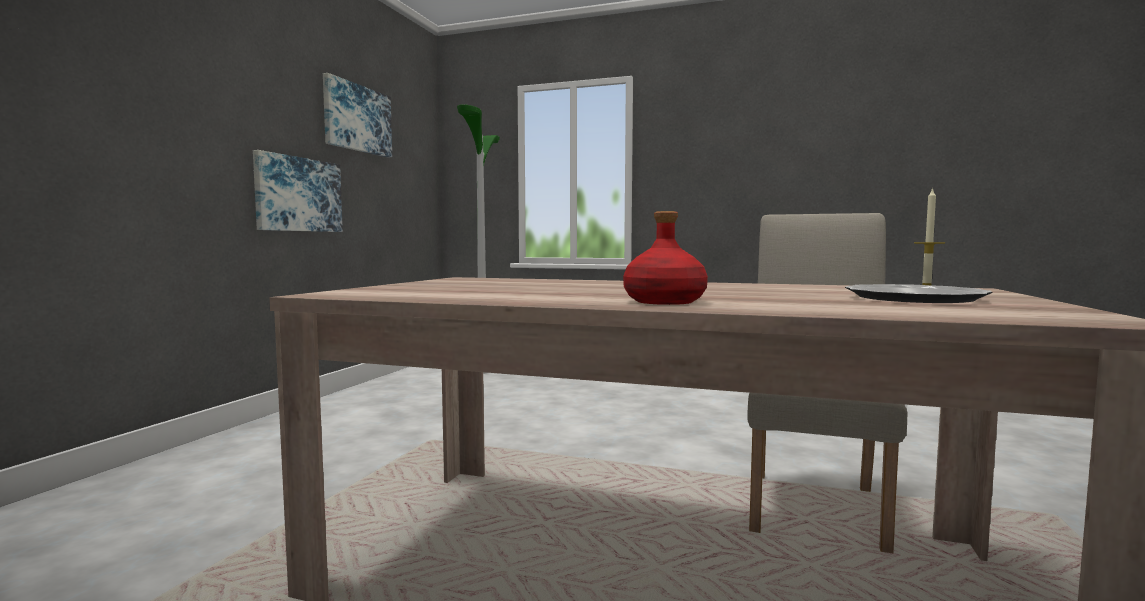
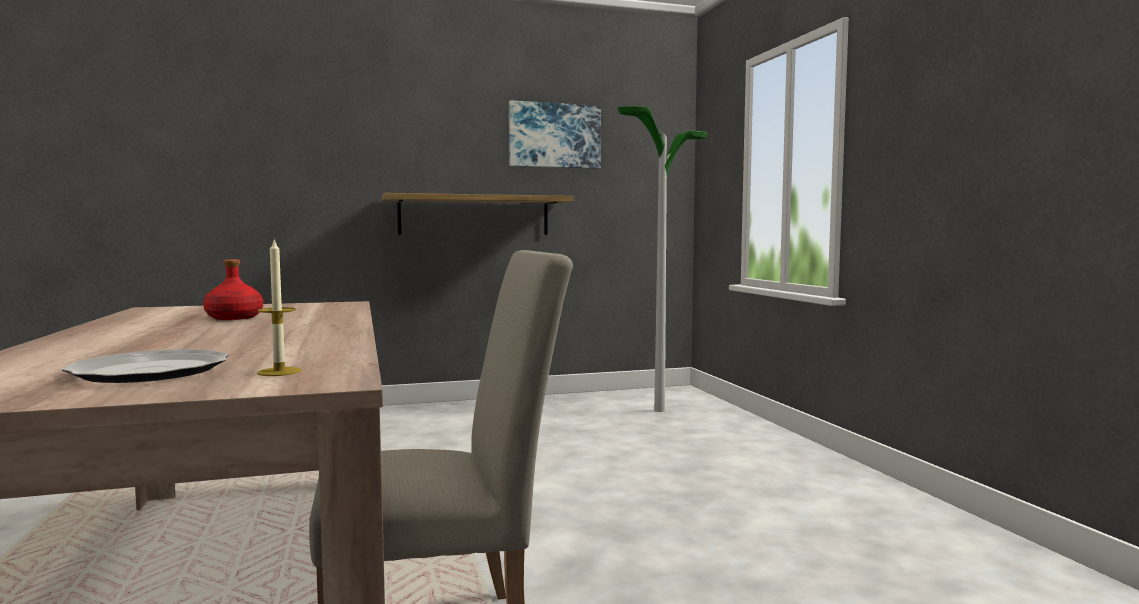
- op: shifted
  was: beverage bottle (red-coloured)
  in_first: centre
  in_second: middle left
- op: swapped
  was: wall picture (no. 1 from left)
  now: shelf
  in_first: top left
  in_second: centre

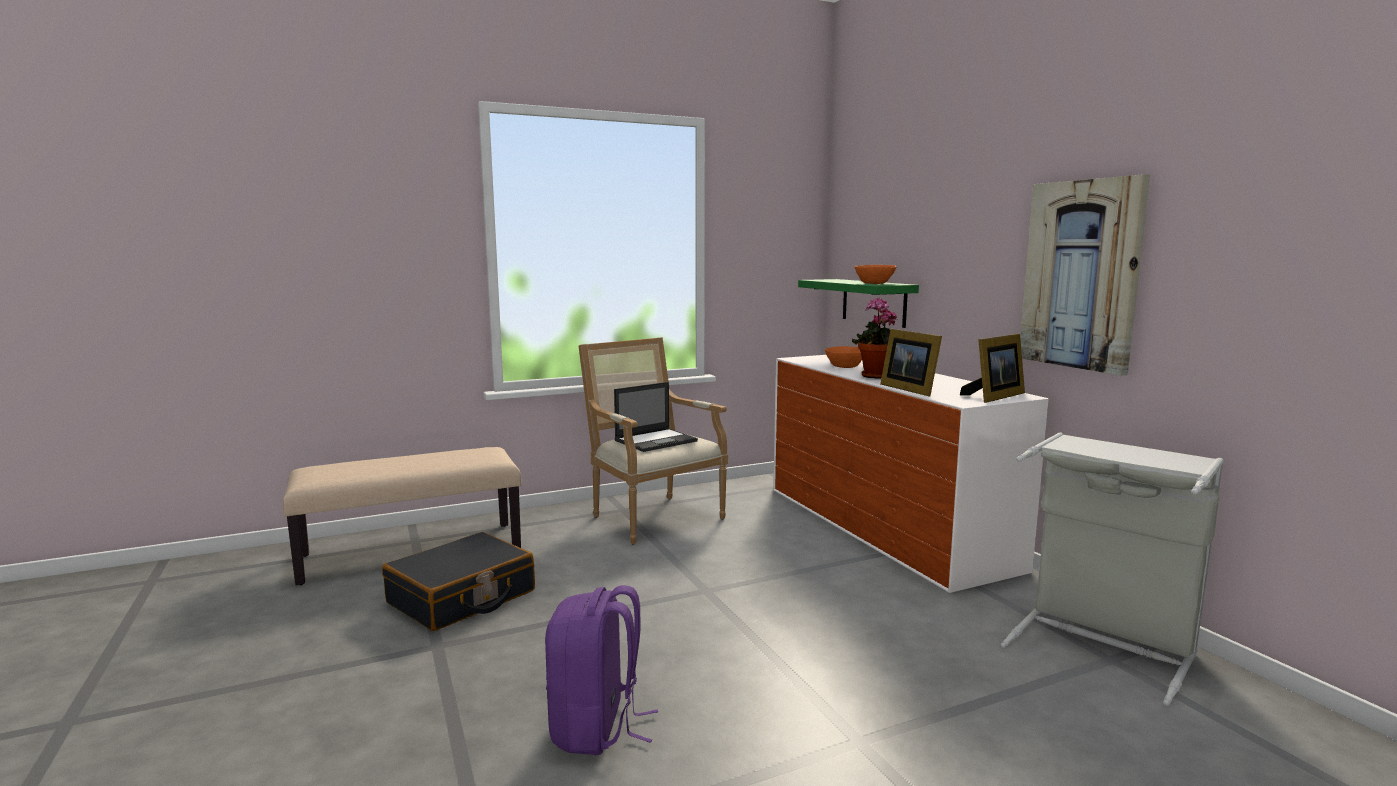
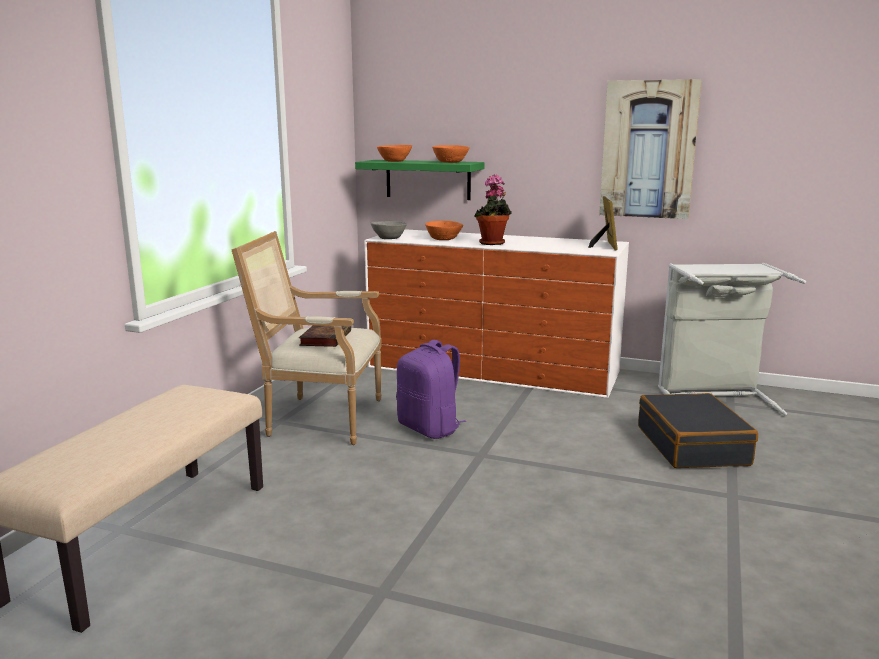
- op: swapped
  was: notebook computer
  now: book
  in_first: centre
  in_second: centre
- op: new
  now: bowl (greyish)
  in_second: centre
- op: new
  now: bowl (orangey) (no. 1 from left)
  in_second: top centre
- op: shifted
  was: knapsack (purplish)
  in_first: bottom centre
  in_second: centre
- op: shifted
  was: travel case (black)
  in_first: bottom left
  in_second: middle right
- op: gone
  was: picture frame (no. 1 from left)
  in_first: centre

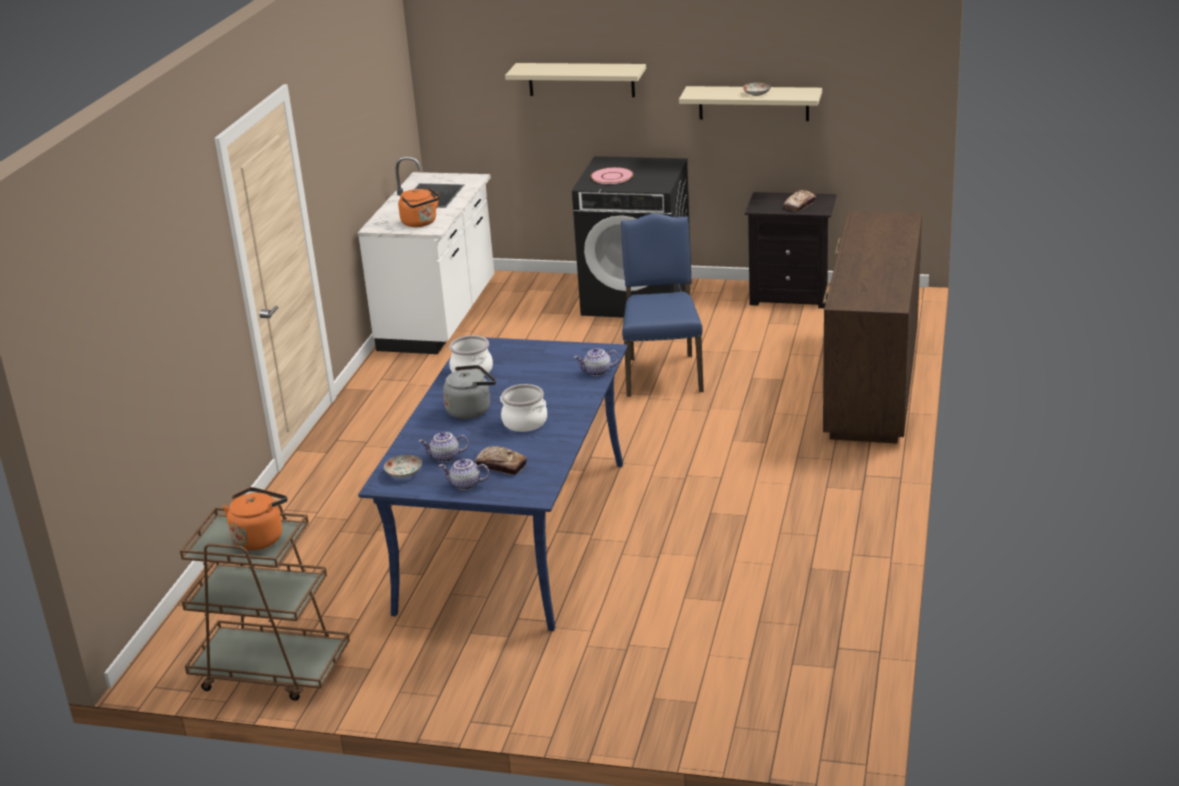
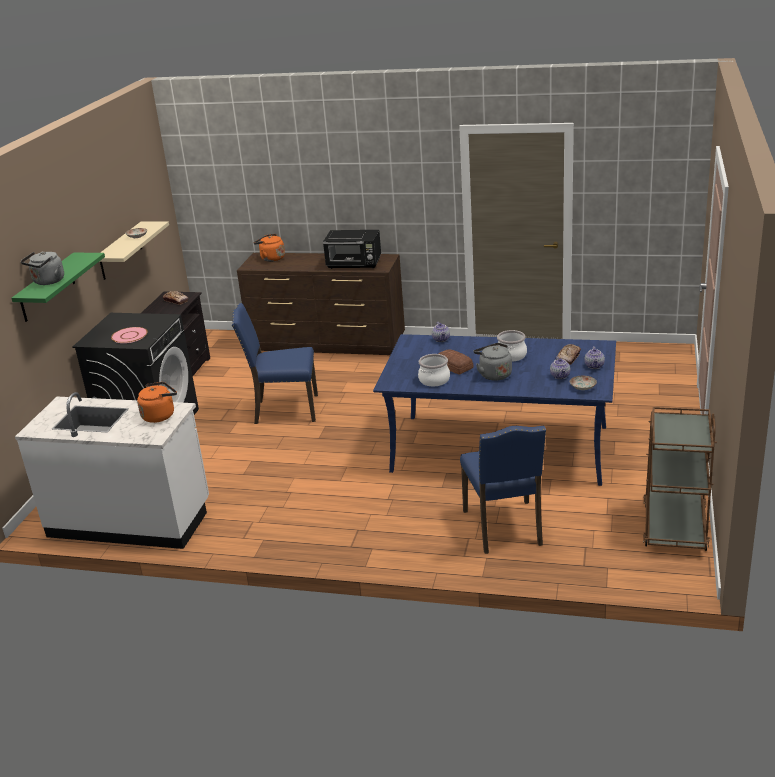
- op: repainted
  was: shelf (sand-coloured) (no. 1 from left)
  now: shelf (green-coloured)
  in_first: top centre
  in_second: middle left
- op: new
  now: tea kettle (greyish) (no. 1 from left)
  in_second: middle left
- op: shifted
  was: tea kettle (orangey) (no. 1 from left in the first image)
  now: tea kettle (orangey) (no. 2 from left)
  in_first: middle left
  in_second: top centre
- op: new
  now: microwave (black)
  in_second: top centre
- op: new
  now: baked bread (no. 2 from left)
  in_second: centre
- op: new
  now: plain chair (blue) (no. 2 from left)
  in_second: centre

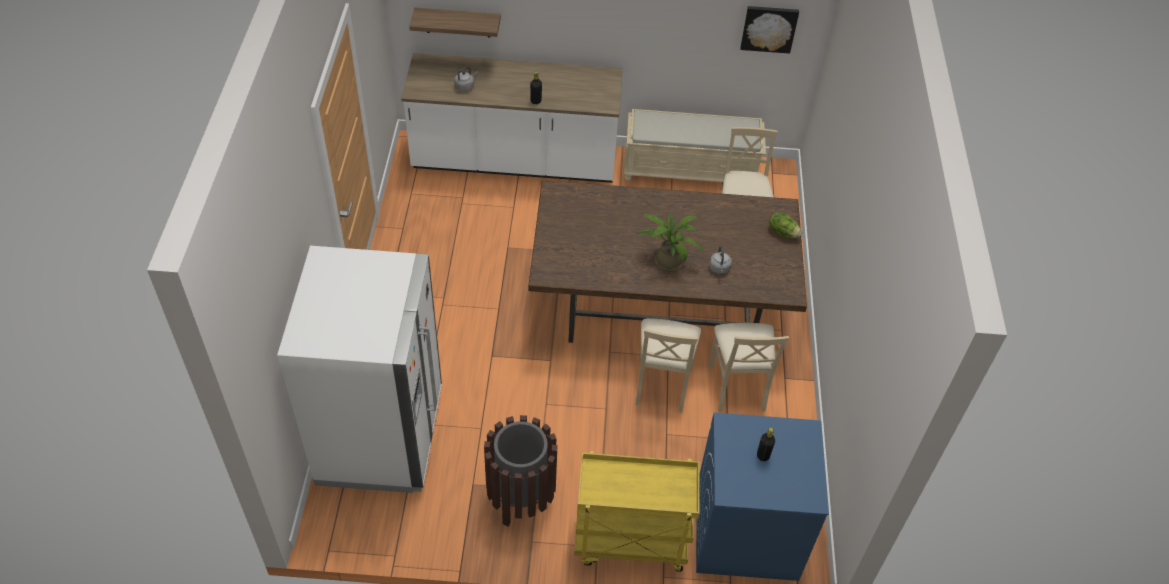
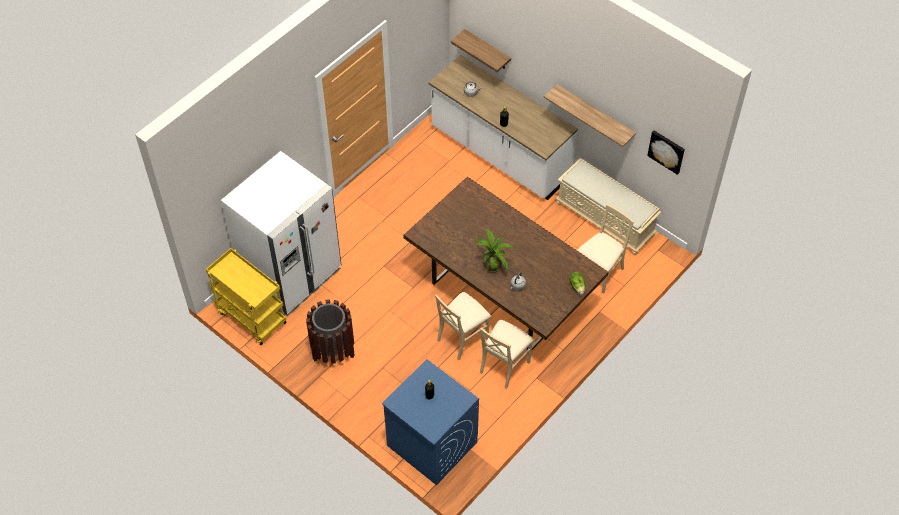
- op: shifted
  was: trolley (yellow)
  in_first: bottom centre
  in_second: middle left
- op: new
  now: shelf (no. 2 from left)
  in_second: top centre

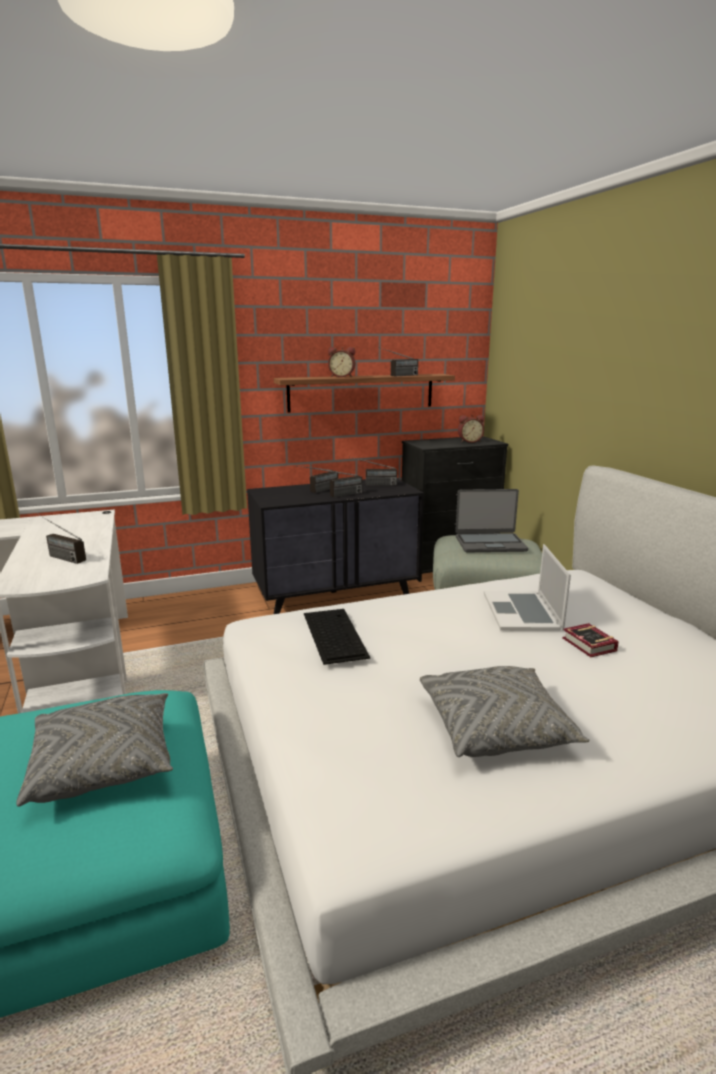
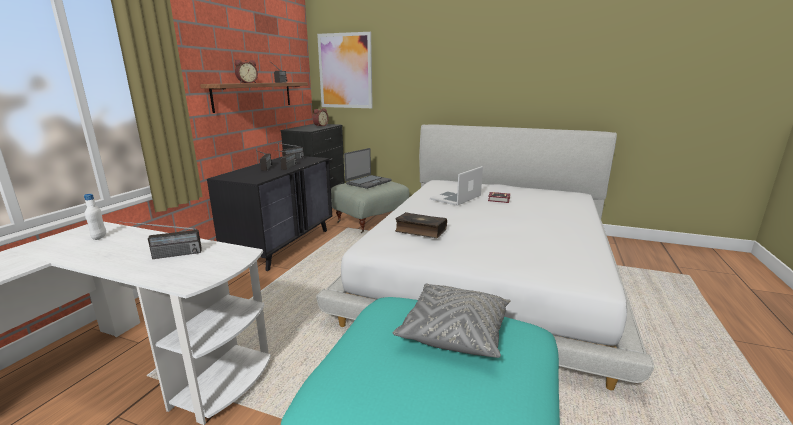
- op: new
  now: beverage bottle (white)
  in_second: middle left
- op: new
  now: wall picture
  in_second: top centre
- op: swapped
  was: PC keyboard
  now: book (no. 1 from left)
  in_first: centre
  in_second: centre
- op: rotated
  was: notebook computer (no. 2 from left)
  in_first: middle right
  in_second: centre
  clockwise: 90
- op: gone
  was: throw pillow (greyish) (no. 2 from left)
  in_first: middle right

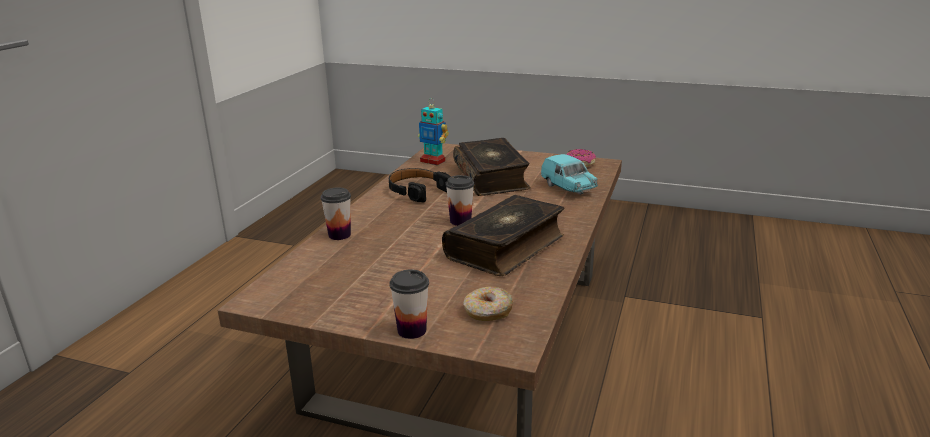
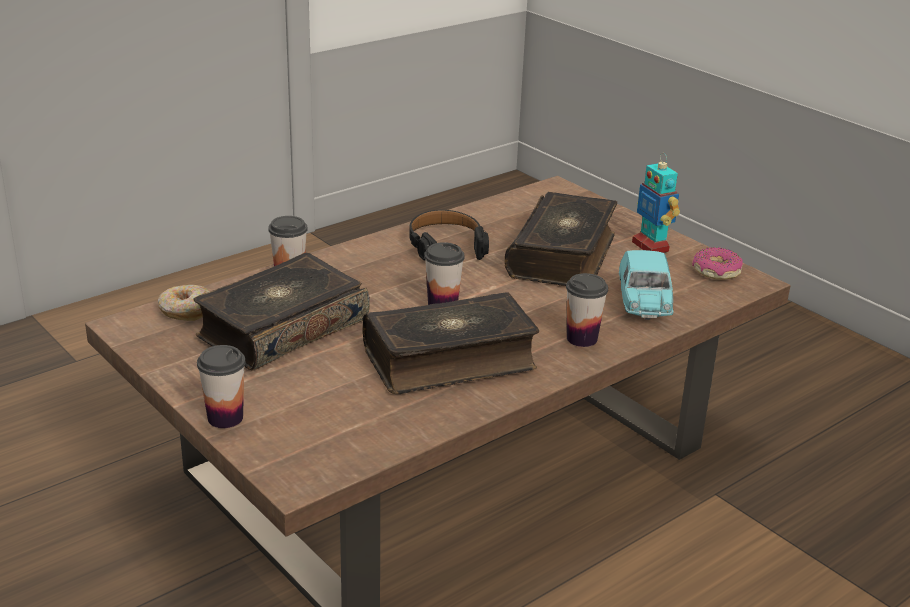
- op: shifted
  was: doughnut (no. 1 from left)
  in_first: bottom centre
  in_second: middle left
- op: new
  now: book (no. 1 from left)
  in_second: middle left
- op: new
  now: cup (no. 4 from left)
  in_second: centre
- op: shifted
  was: robot figure
  in_first: top centre
  in_second: middle right

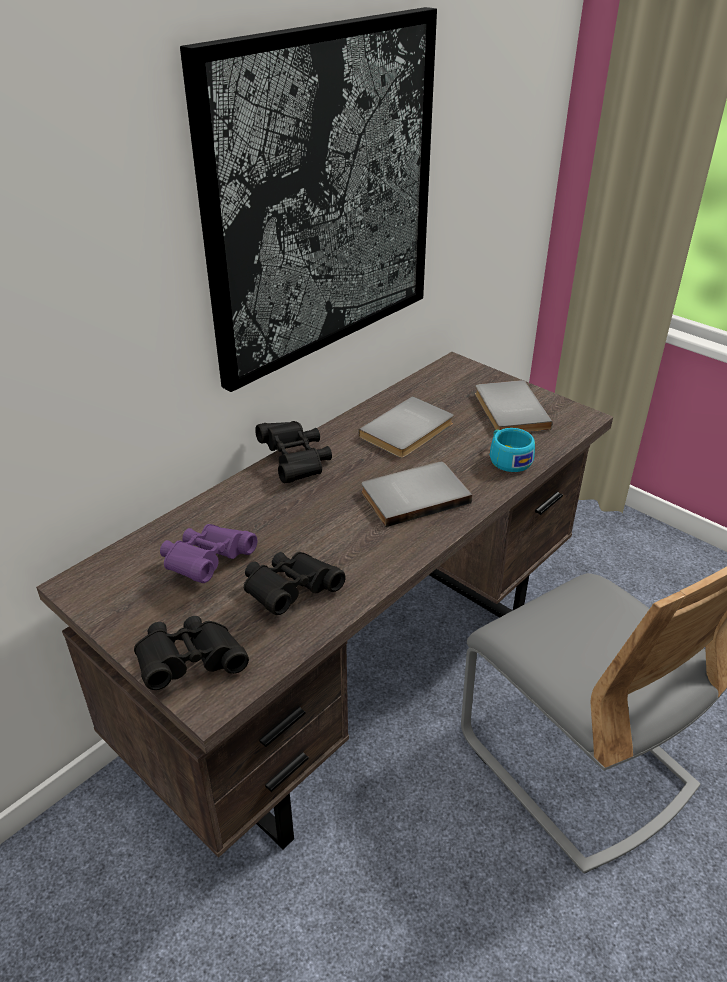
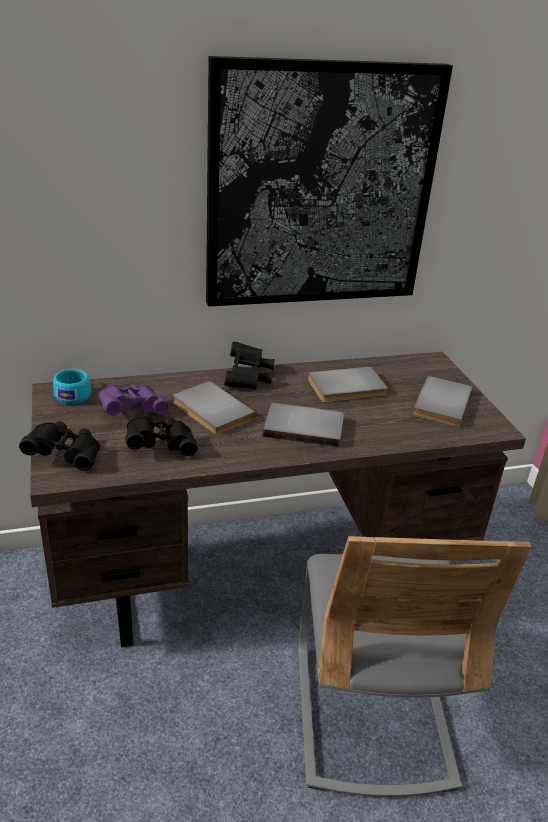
- op: shifted
  was: cup (turquoise-coloured)
  in_first: middle right
  in_second: middle left
- op: new
  now: book (greyish) (no. 1 from left)
  in_second: centre

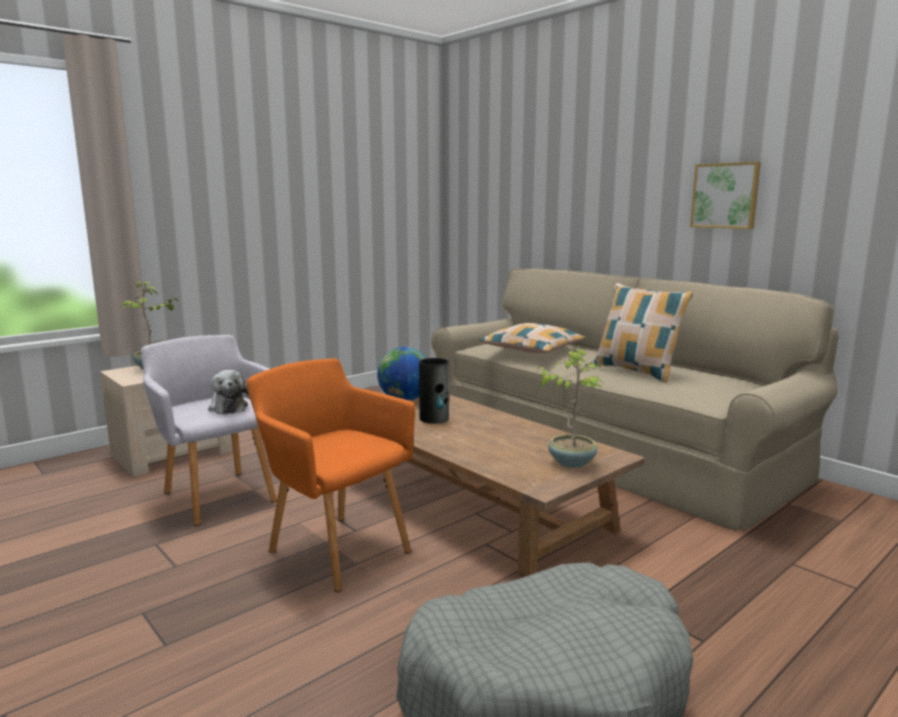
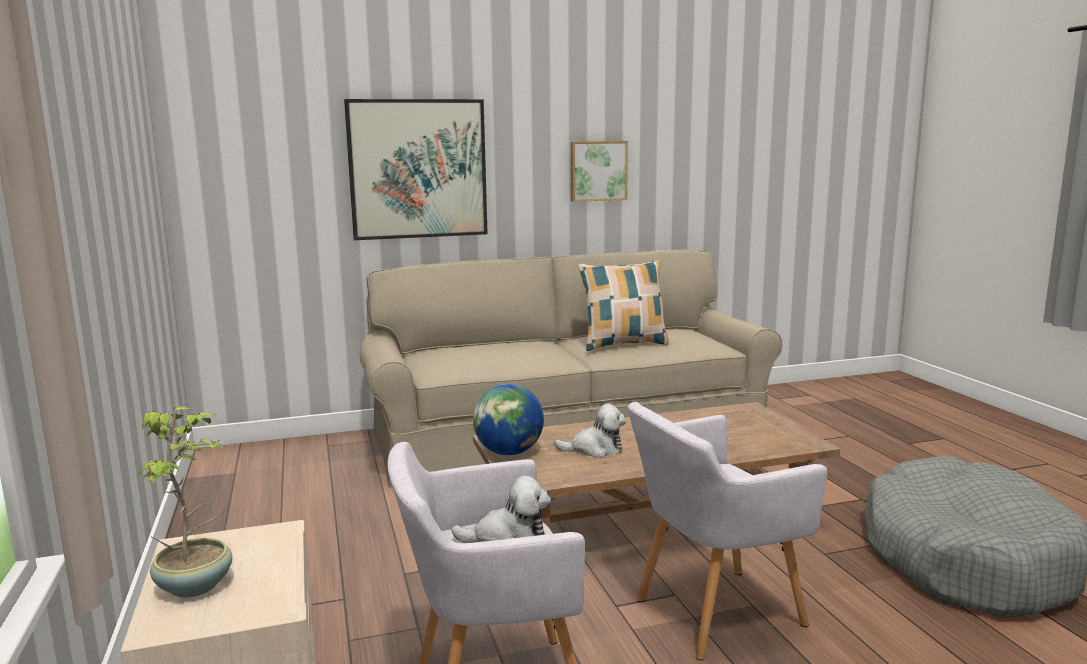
- op: new
  now: wall picture (no. 1 from left)
  in_second: top centre
- op: swapped
  was: decorative vase
  now: plush toy (no. 2 from left)
  in_first: centre
  in_second: centre
- op: repainted
  was: easy chair (orangey)
  now: easy chair (greyish) (no. 2 from left)
  in_first: centre
  in_second: bottom right
- op: gone
  was: throw pillow (no. 1 from left)
  in_first: centre
- op: gone
  was: potted plant (no. 2 from left)
  in_first: centre

